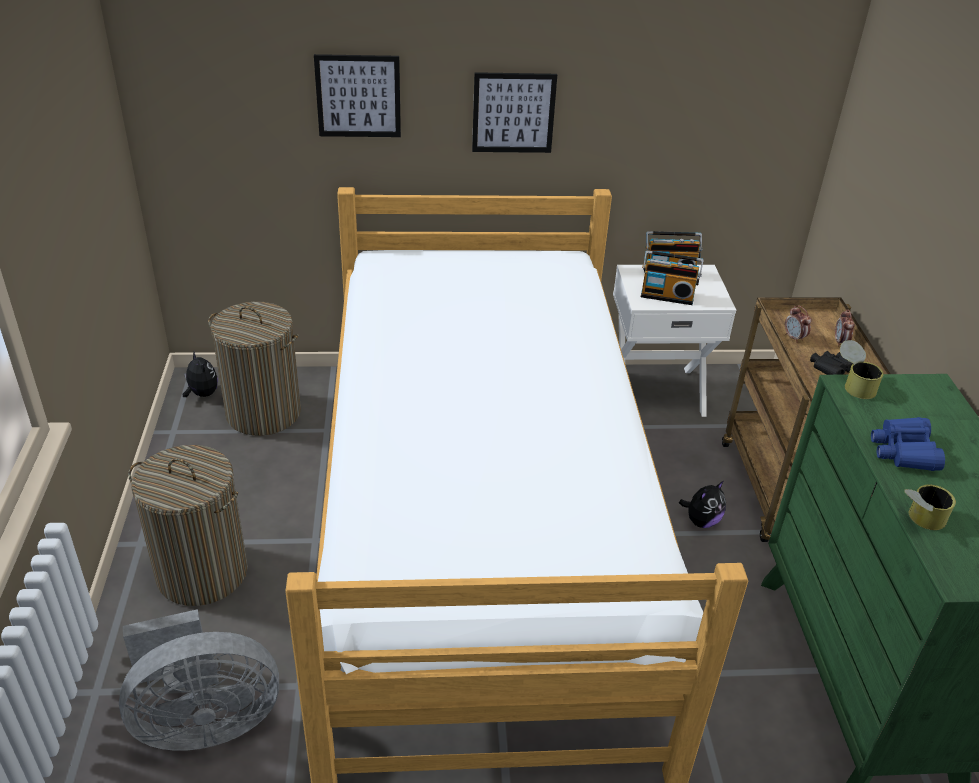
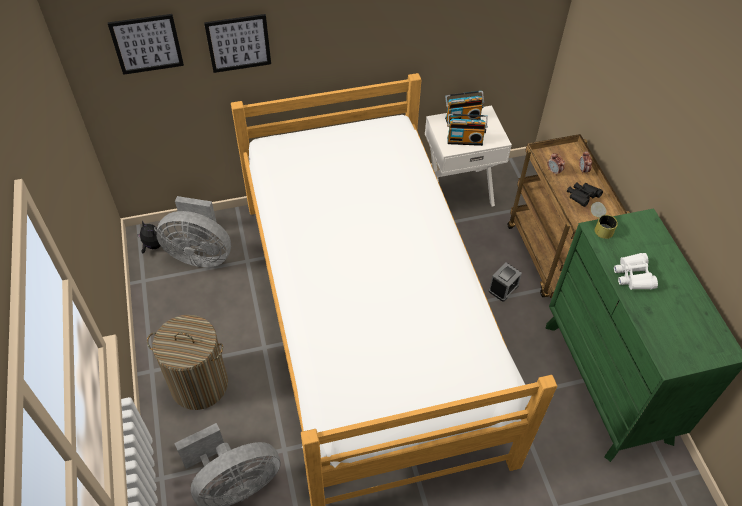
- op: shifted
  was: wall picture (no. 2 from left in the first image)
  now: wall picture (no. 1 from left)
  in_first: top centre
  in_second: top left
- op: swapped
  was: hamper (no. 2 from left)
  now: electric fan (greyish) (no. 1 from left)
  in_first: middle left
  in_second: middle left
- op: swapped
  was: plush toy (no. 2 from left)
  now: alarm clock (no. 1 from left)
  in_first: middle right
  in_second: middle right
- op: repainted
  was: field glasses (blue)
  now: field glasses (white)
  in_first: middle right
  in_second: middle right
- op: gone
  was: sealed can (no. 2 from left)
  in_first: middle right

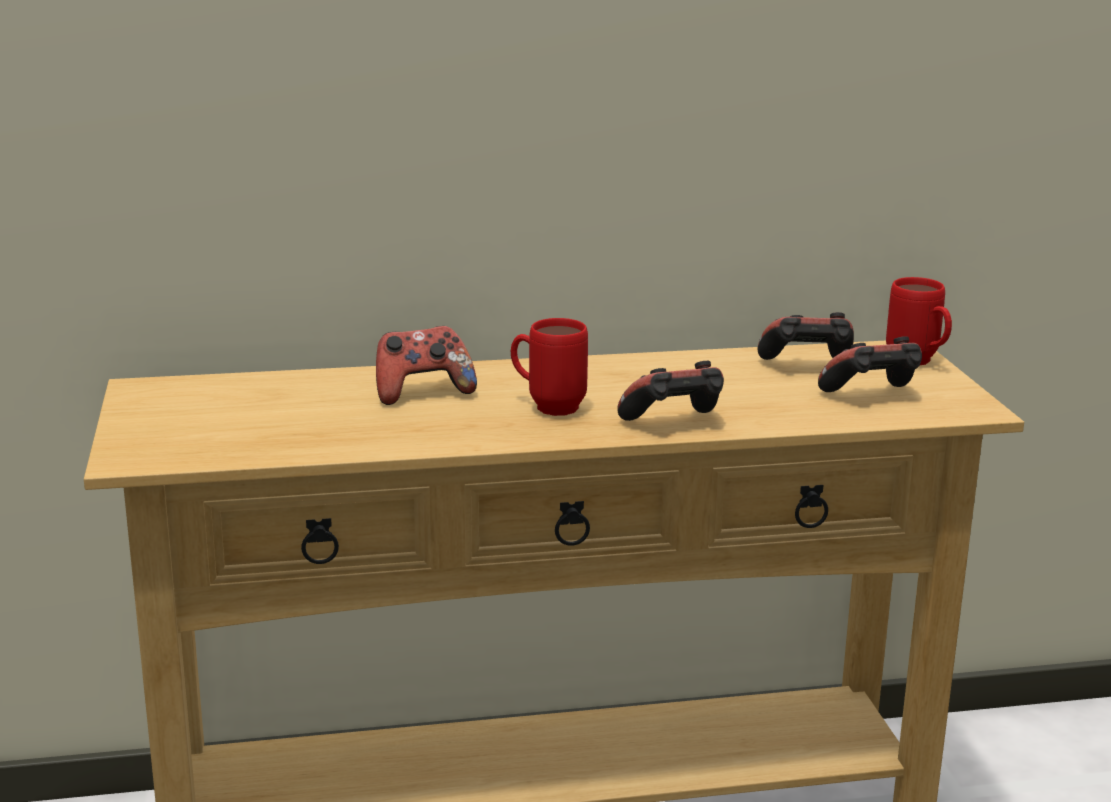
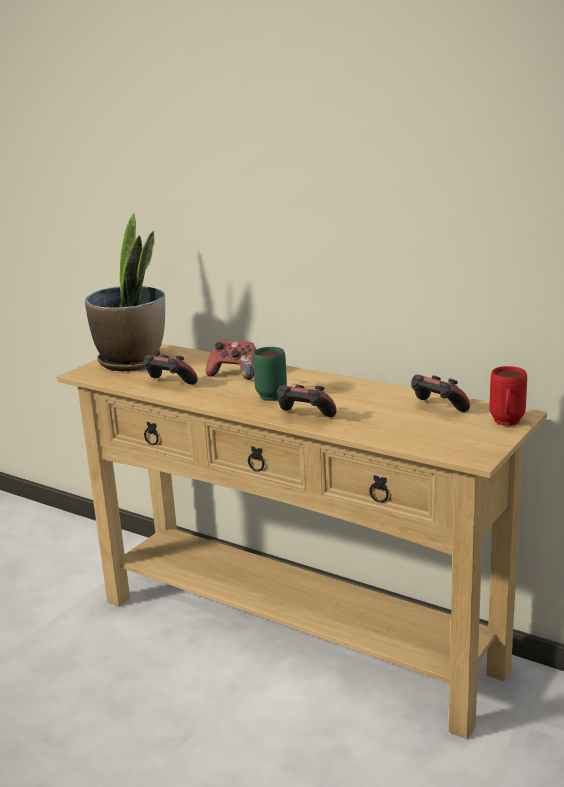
- op: new
  now: potted plant
  in_second: middle left
- op: shifted
  was: gamepad (no. 4 from left in the first image)
  now: gamepad (no. 1 from left)
  in_first: middle right
  in_second: middle left
- op: repainted
  was: coffee mug (red-coloured) (no. 1 from left)
  now: coffee mug (green-coloured)
  in_first: centre
  in_second: centre

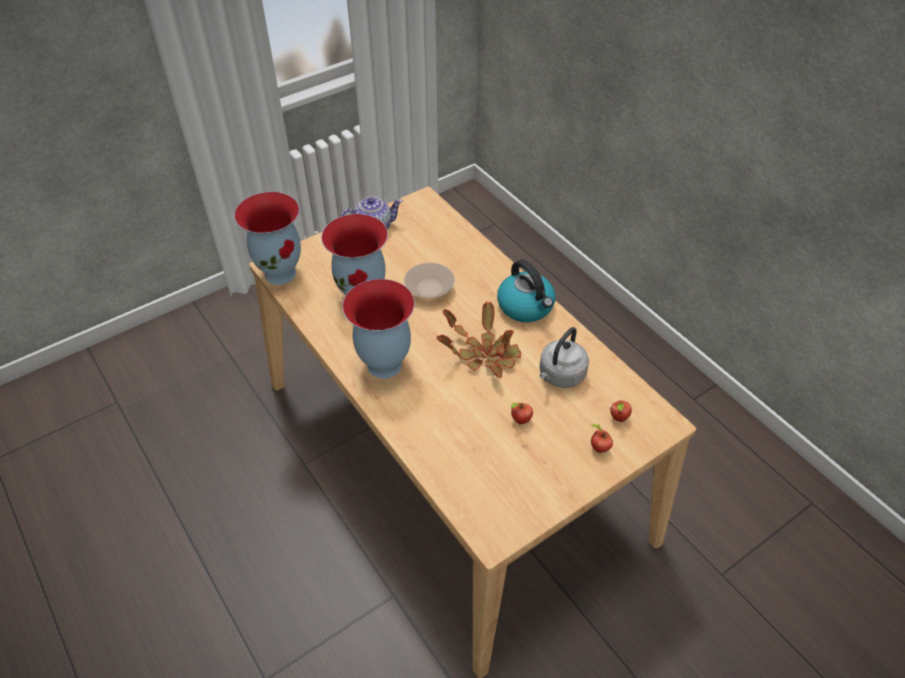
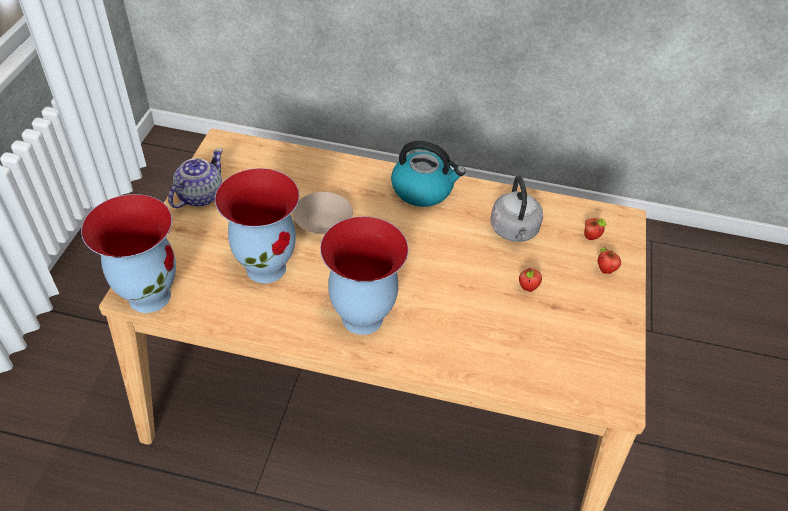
- op: gone
  was: potted plant
  in_first: centre

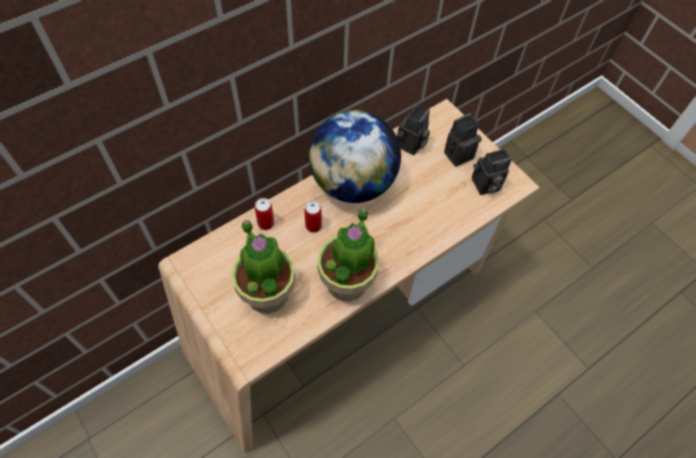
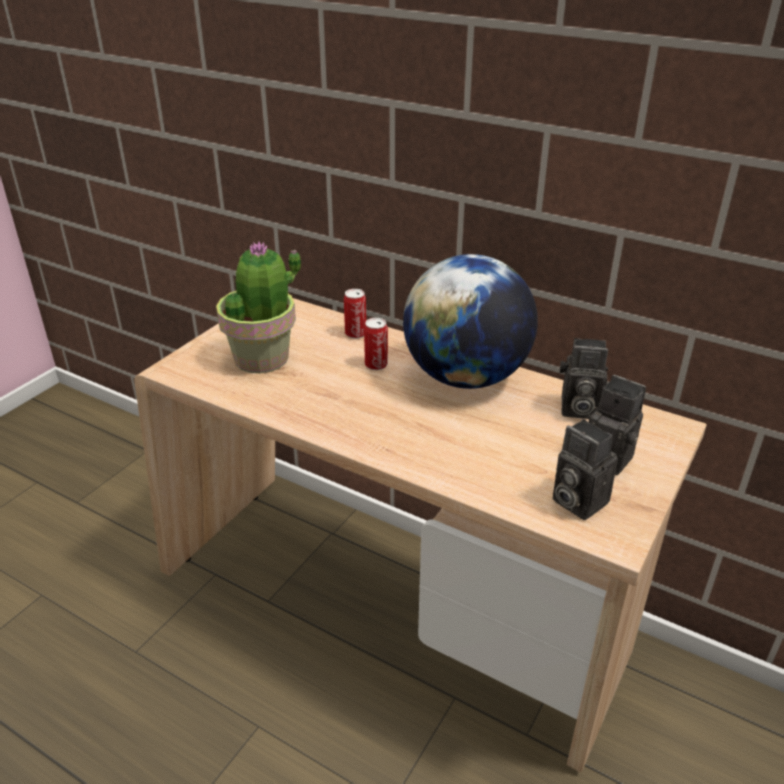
- op: gone
  was: potted plant (no. 2 from left)
  in_first: centre

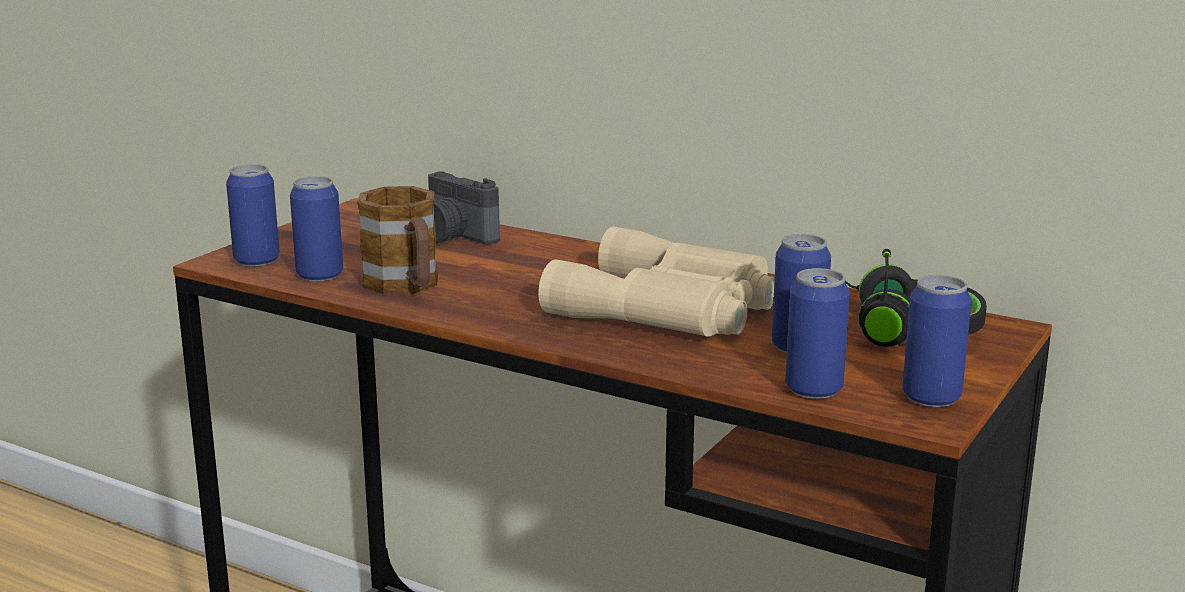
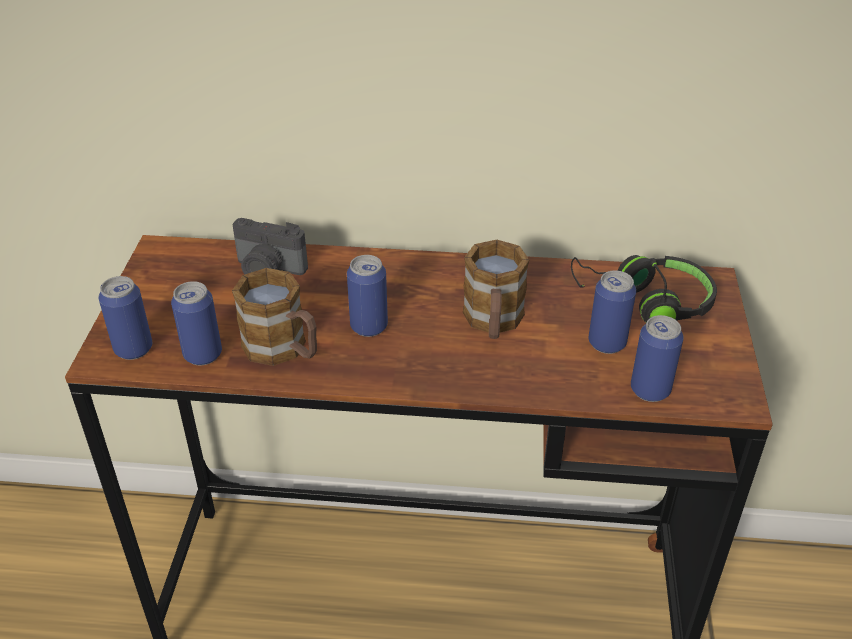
- op: shifted
  was: sealed can (no. 5 from left in the first image)
  now: sealed can (no. 3 from left)
  in_first: middle right
  in_second: centre
- op: swapped
  was: field glasses (sand-coloured)
  now: coffee mug (no. 2 from left)
  in_first: centre
  in_second: centre

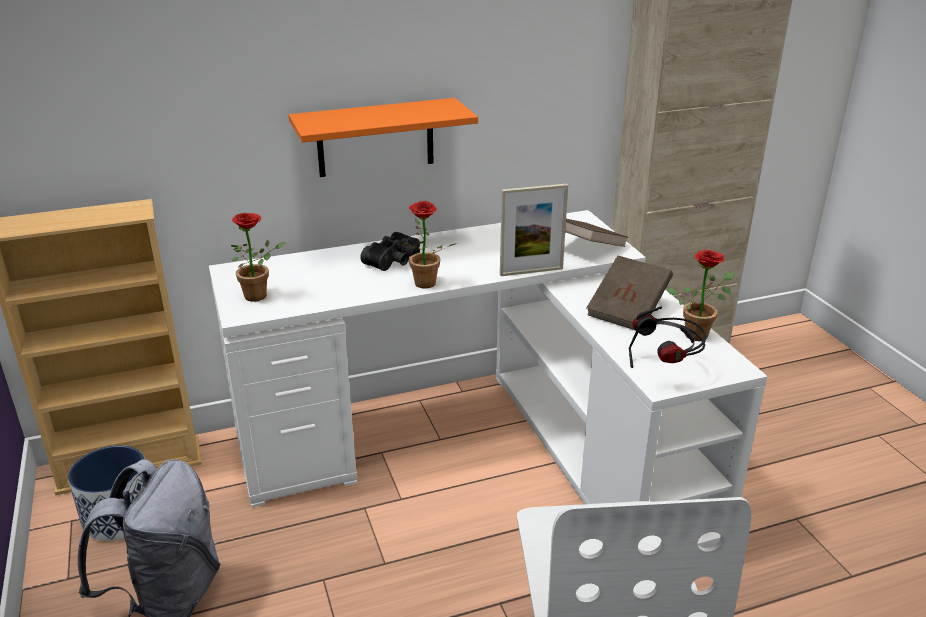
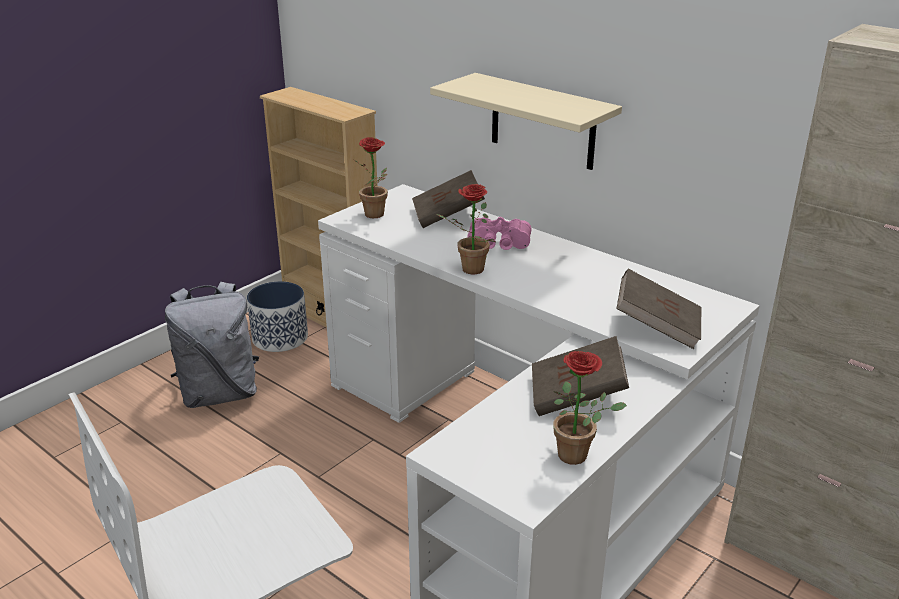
- op: new
  now: book (brown) (no. 1 from left)
  in_second: top centre
- op: repainted
  was: shelf (orangey)
  now: shelf (sand-coloured)
  in_first: top centre
  in_second: top centre
- op: repainted
  was: field glasses (black)
  now: field glasses (pink)
  in_first: centre
  in_second: centre
- op: gone
  was: picture frame
  in_first: centre
- op: gone
  was: pair of headphones
  in_first: middle right

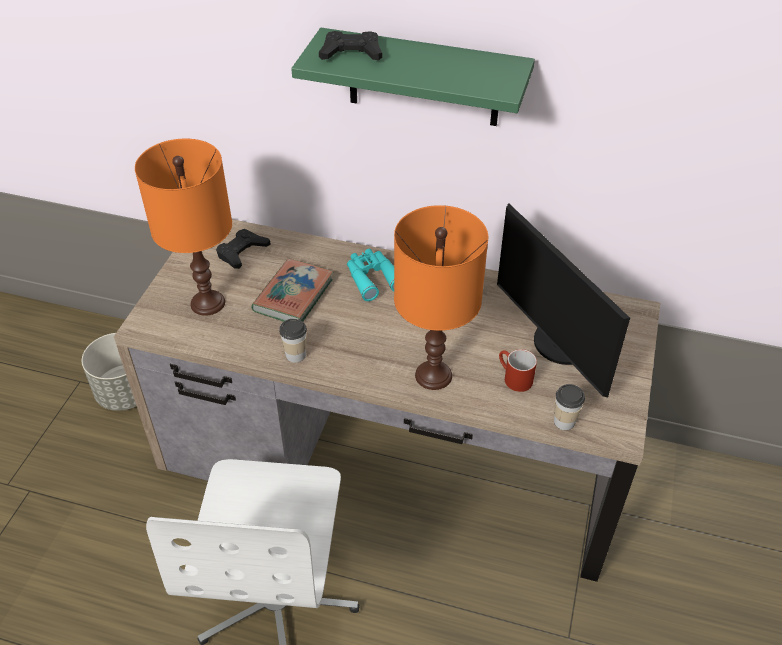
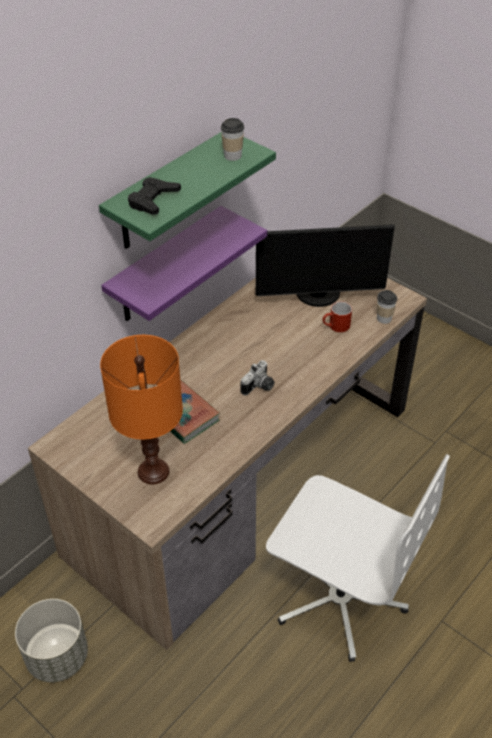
- op: new
  now: shelf (purplish)
  in_second: centre
- op: shifted
  was: cup (no. 1 from left)
  in_first: centre
  in_second: top centre
- op: new
  now: photo camera
  in_second: centre
- op: gone
  was: gamepad (black) (no. 1 from left)
  in_first: middle left
- op: gone
  was: field glasses (turquoise-coloured)
  in_first: centre
- op: gone
  was: tabletop lamp (orangey) (no. 2 from left)
  in_first: centre

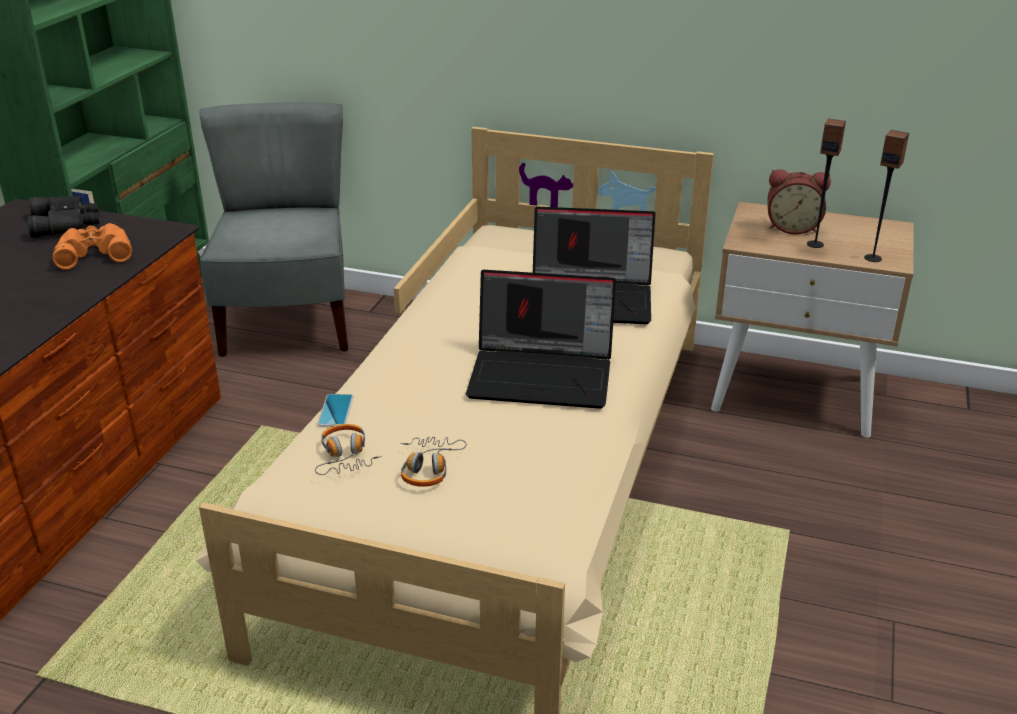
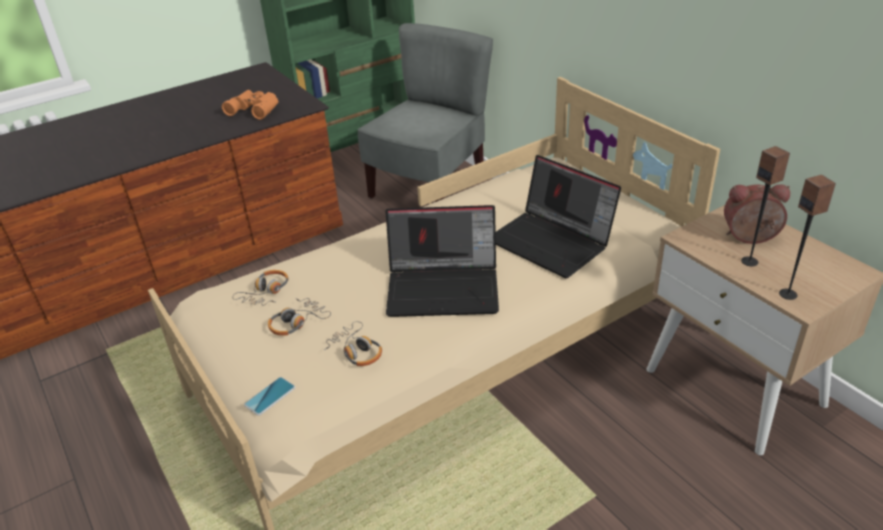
- op: shifted
  was: phone
  in_first: middle left
  in_second: bottom left
- op: new
  now: pair of headphones (no. 3 from left)
  in_second: centre
- op: rotated
  was: notebook computer (no. 1 from left)
  in_first: centre
  in_second: centre
  clockwise: -45
- op: rotated
  was: alarm clock
  in_first: top right
  in_second: middle right
  clockwise: 135
- op: gone
  was: field glasses (black)
  in_first: top left

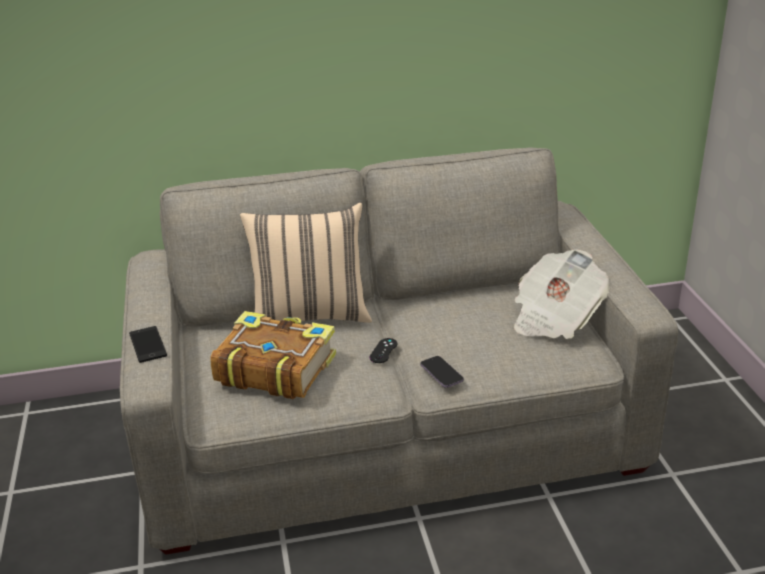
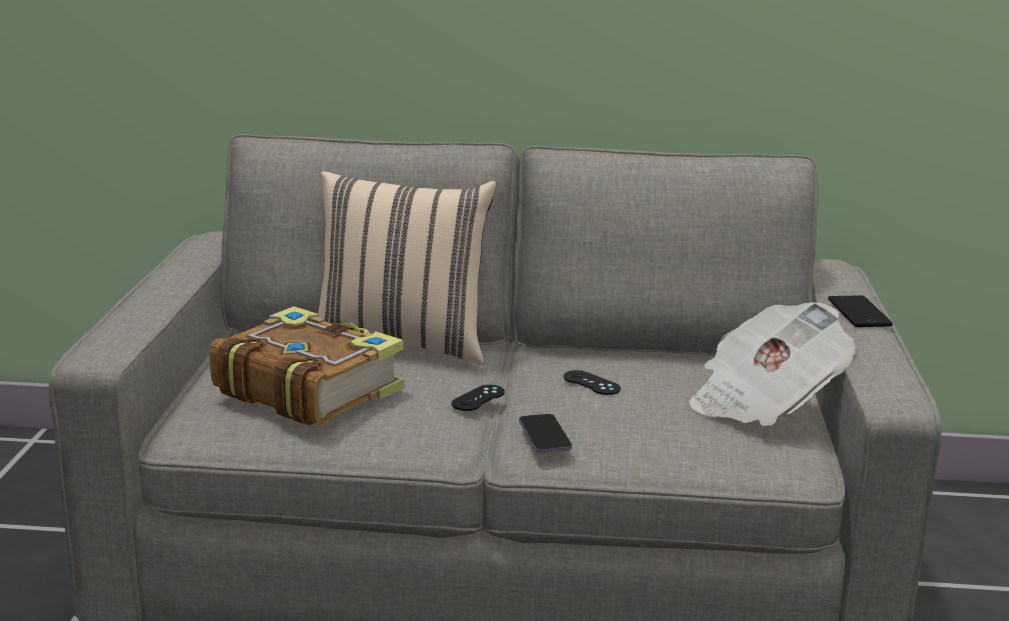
- op: new
  now: gamepad (black) (no. 2 from left)
  in_second: centre
- op: shifted
  was: phone (no. 1 from left in the first image)
  now: phone (no. 2 from left)
  in_first: middle left
  in_second: middle right

